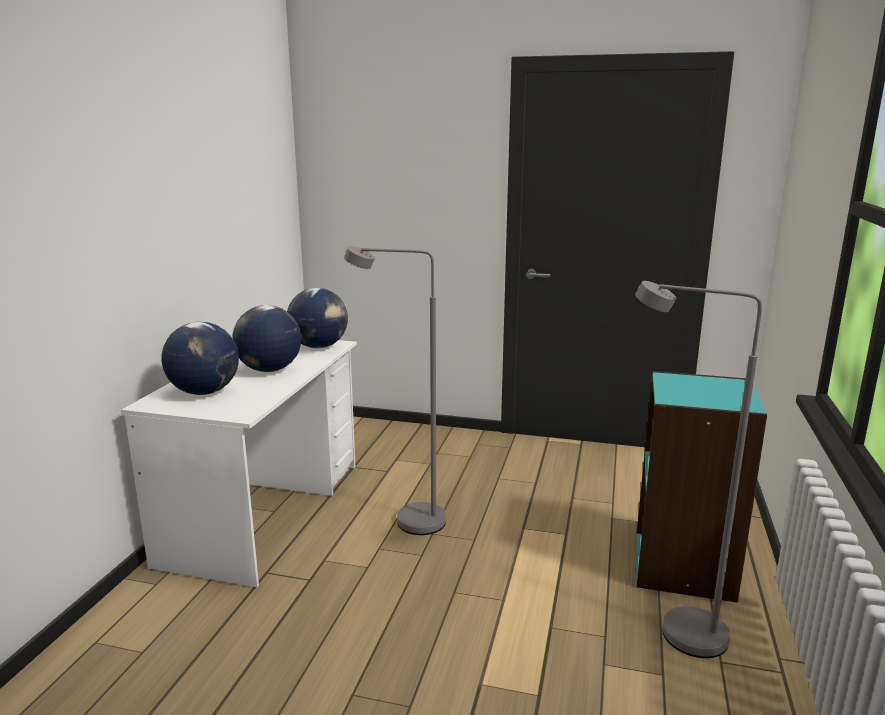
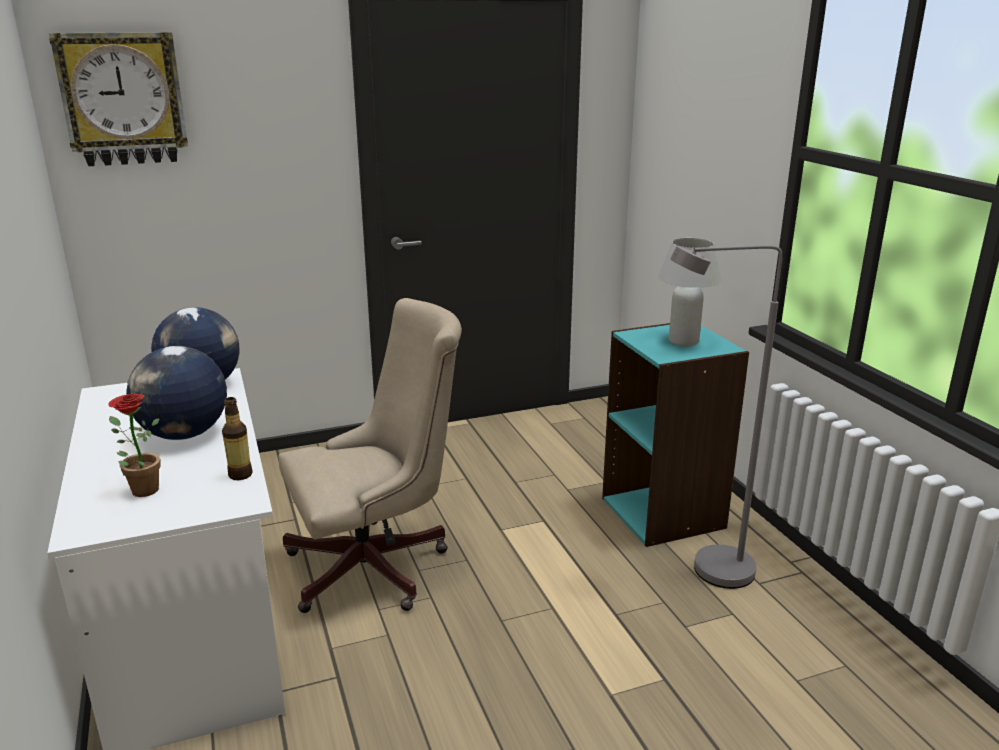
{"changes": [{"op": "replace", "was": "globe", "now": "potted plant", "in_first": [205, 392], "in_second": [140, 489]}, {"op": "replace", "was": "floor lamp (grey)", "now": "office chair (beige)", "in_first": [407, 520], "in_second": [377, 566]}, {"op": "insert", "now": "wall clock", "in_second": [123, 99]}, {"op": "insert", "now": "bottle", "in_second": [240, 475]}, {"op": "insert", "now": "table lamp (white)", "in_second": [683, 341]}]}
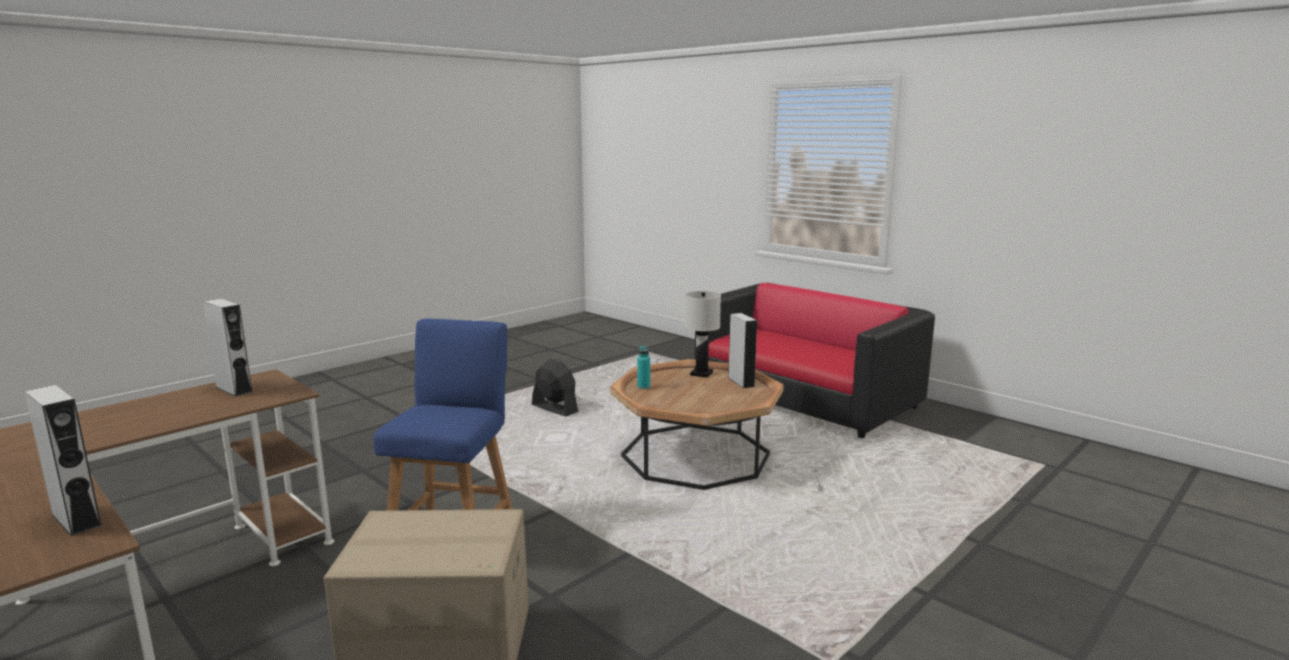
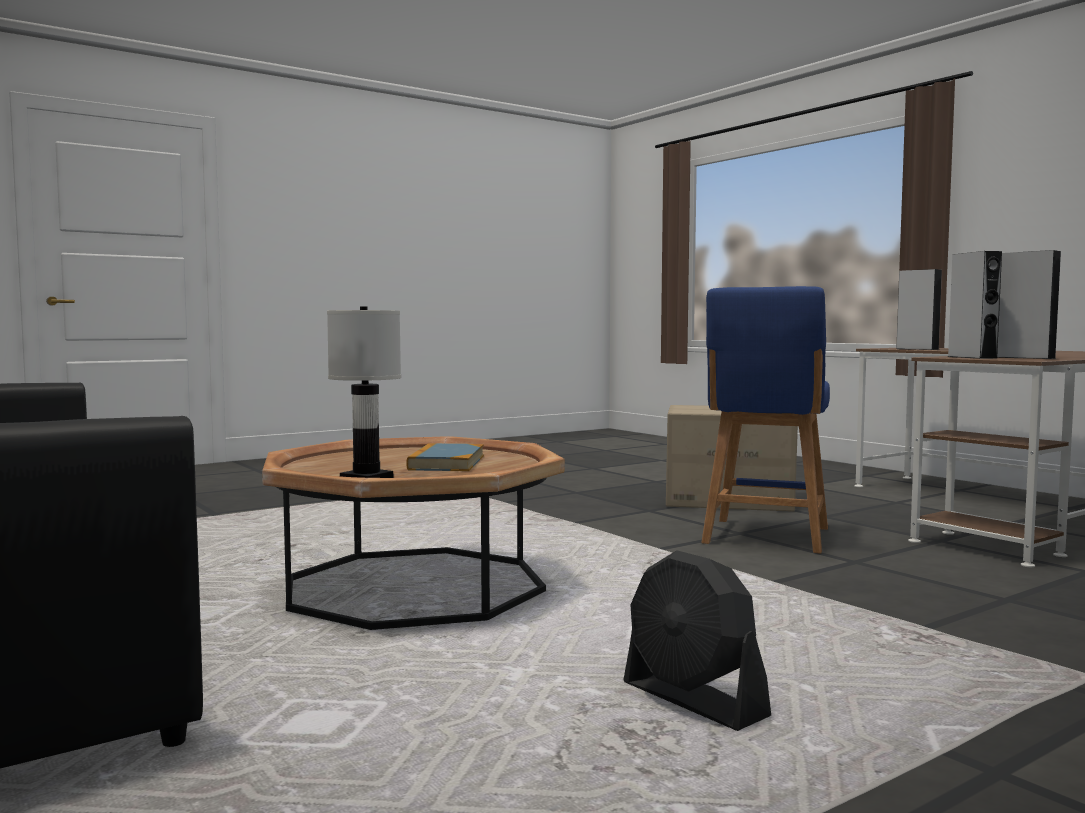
{"changes": [{"op": "delete", "was": "bottle (turquoise)", "in_first": [643, 387]}, {"op": "move", "was": "speaker (grey)", "in_first": [741, 382], "in_second": [972, 357]}, {"op": "insert", "now": "book", "in_second": [446, 462]}]}
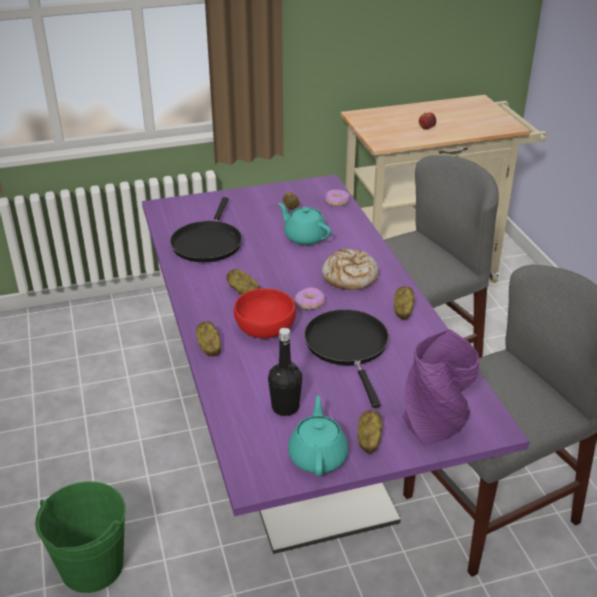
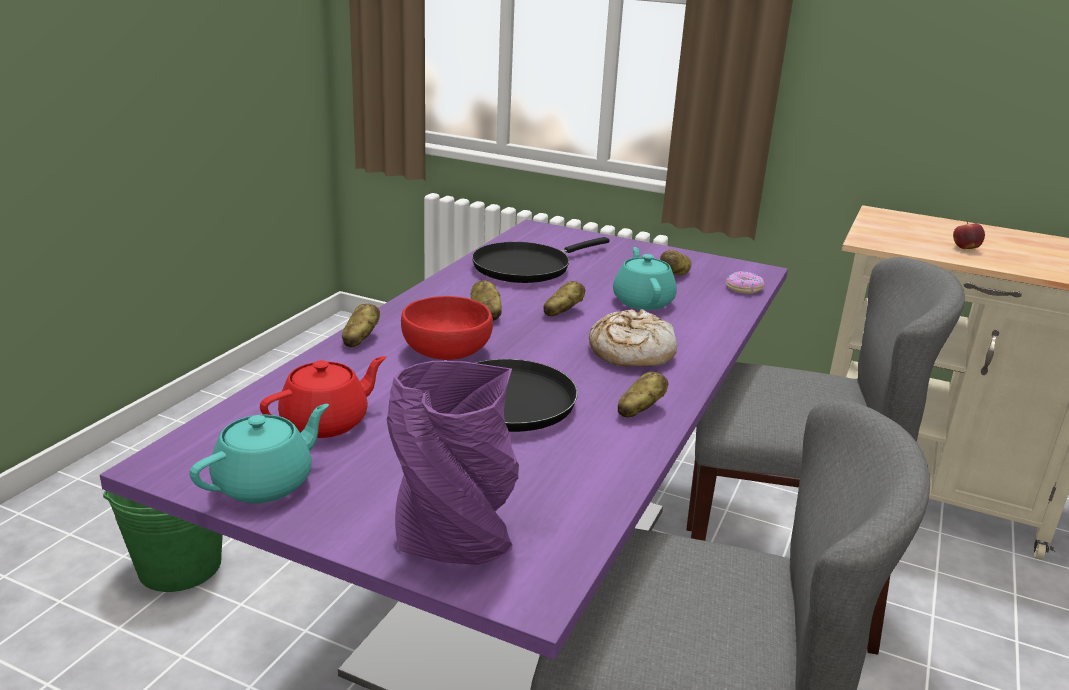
{"changes": [{"op": "replace", "was": "bottle (black)", "now": "teapot (red)", "in_first": [285, 407], "in_second": [326, 422]}, {"op": "delete", "was": "donut", "in_first": [309, 302]}, {"op": "move", "was": "potato", "in_first": [368, 440], "in_second": [562, 312]}]}
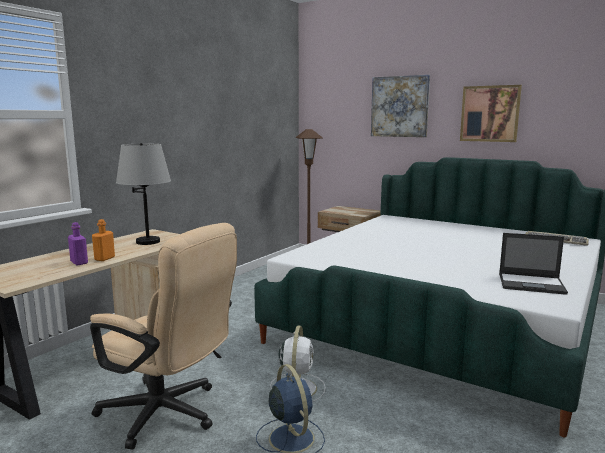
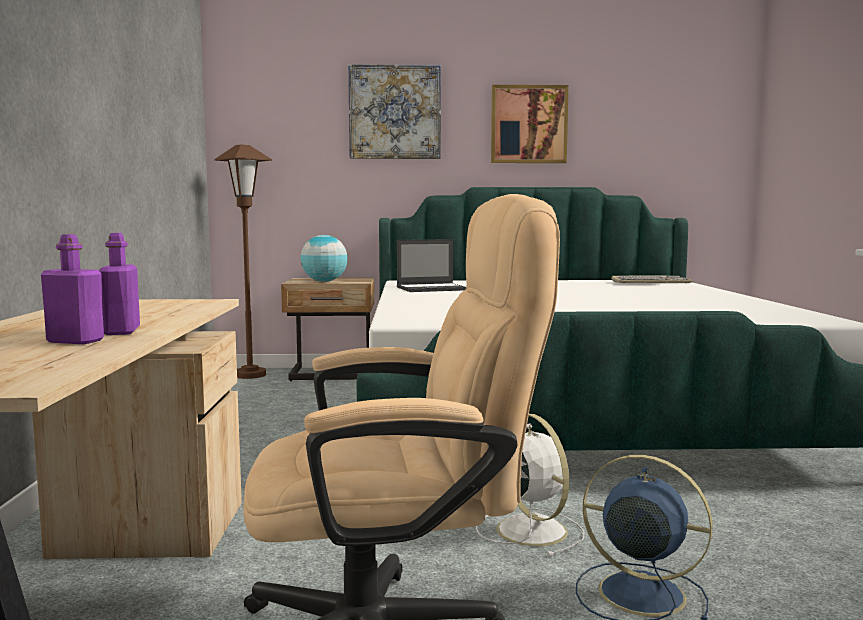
{"changes": [{"op": "recolor", "was": "bottle (orange)", "now": "bottle (purple)", "in_first": [104, 258], "in_second": [121, 331]}, {"op": "delete", "was": "table lamp (grey)", "in_first": [148, 242]}, {"op": "move", "was": "laptop", "in_first": [532, 284], "in_second": [432, 288]}, {"op": "insert", "now": "globe", "in_second": [324, 281]}]}
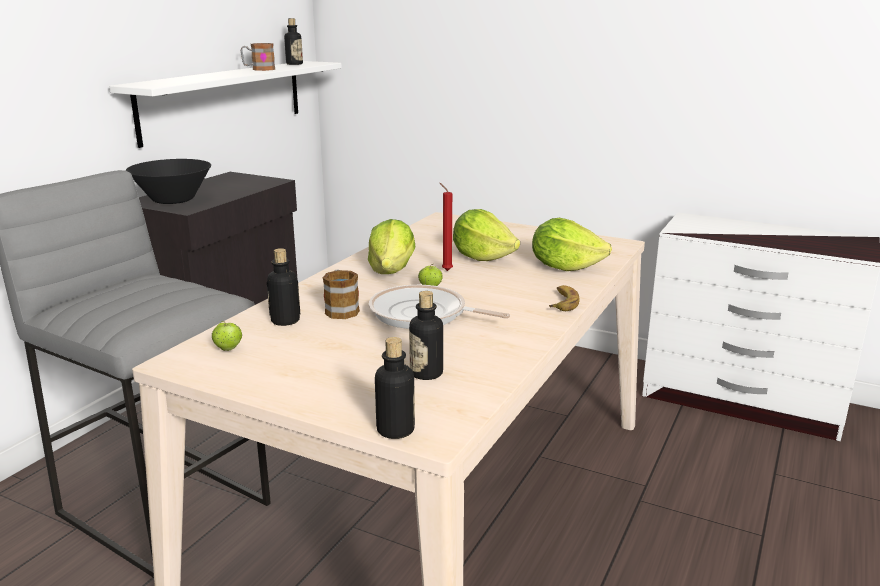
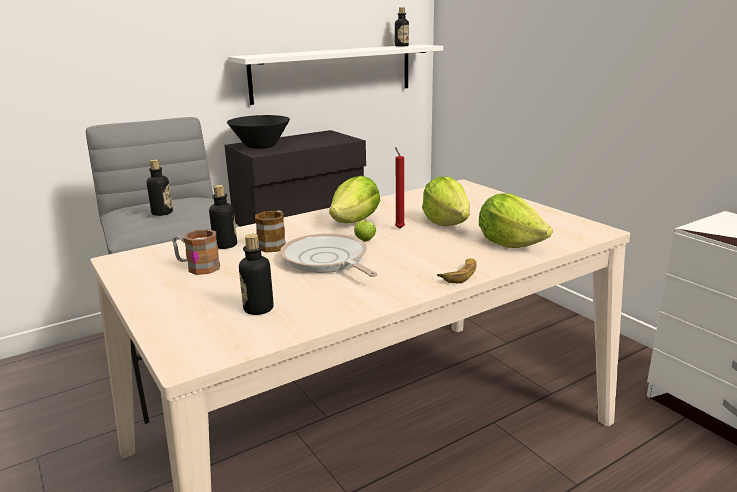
{"changes": [{"op": "delete", "was": "apple", "in_first": [228, 348]}, {"op": "move", "was": "mug", "in_first": [258, 69], "in_second": [197, 267]}, {"op": "move", "was": "bottle", "in_first": [395, 430], "in_second": [162, 213]}]}
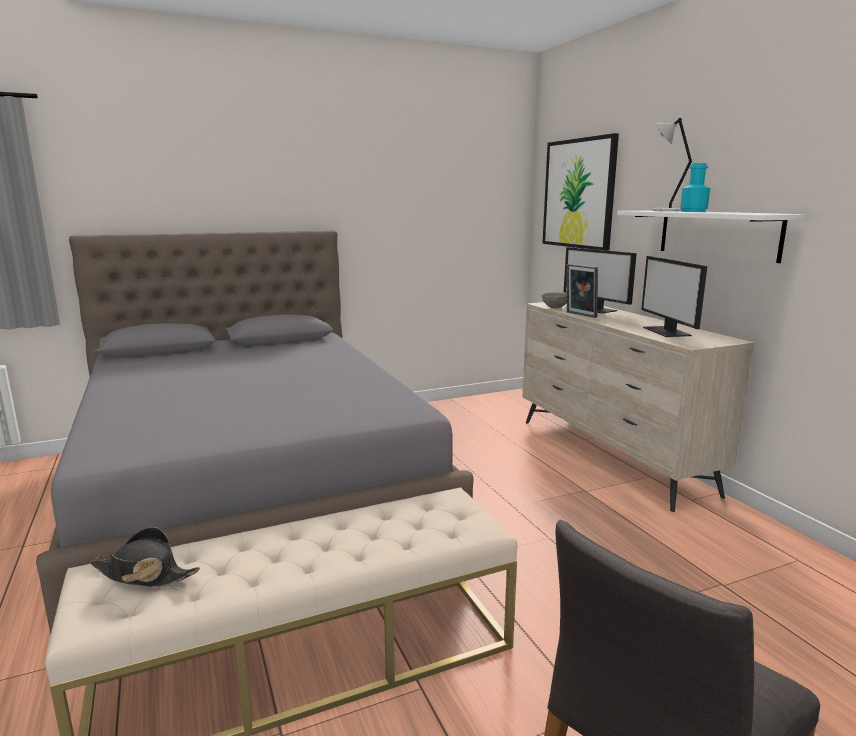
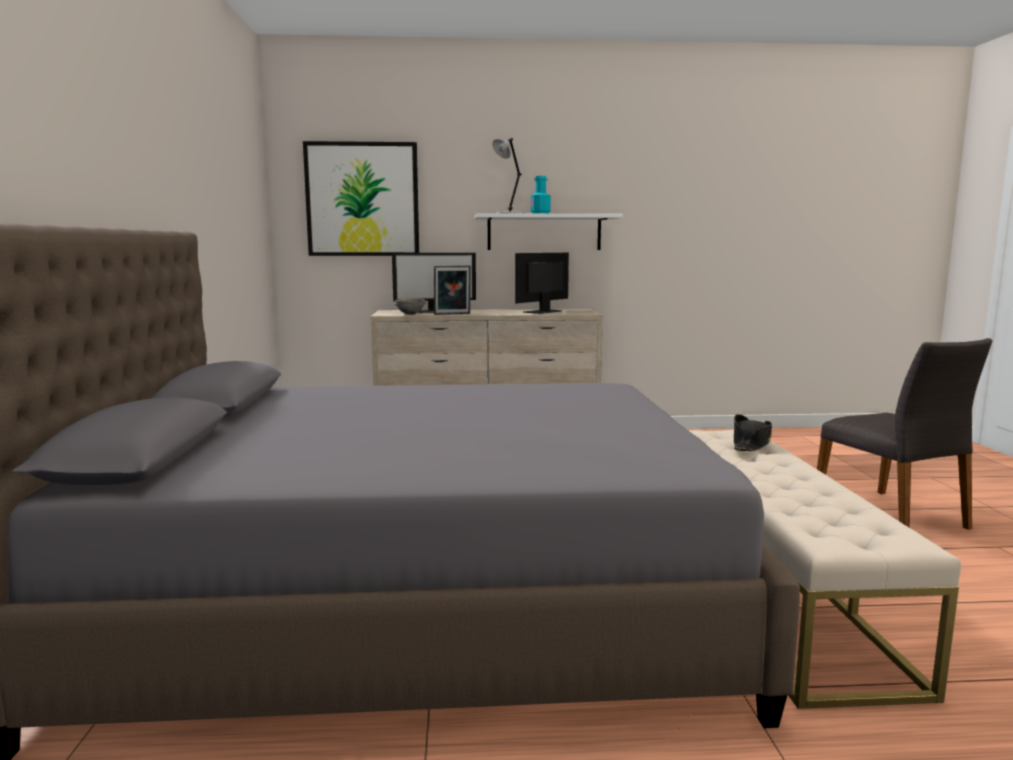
{"changes": [{"op": "move", "was": "hat (black)", "in_first": [144, 574], "in_second": [751, 444]}, {"op": "rotate", "was": "monitor", "in_first": [668, 331], "in_second": [543, 311], "clockwise": 120}]}
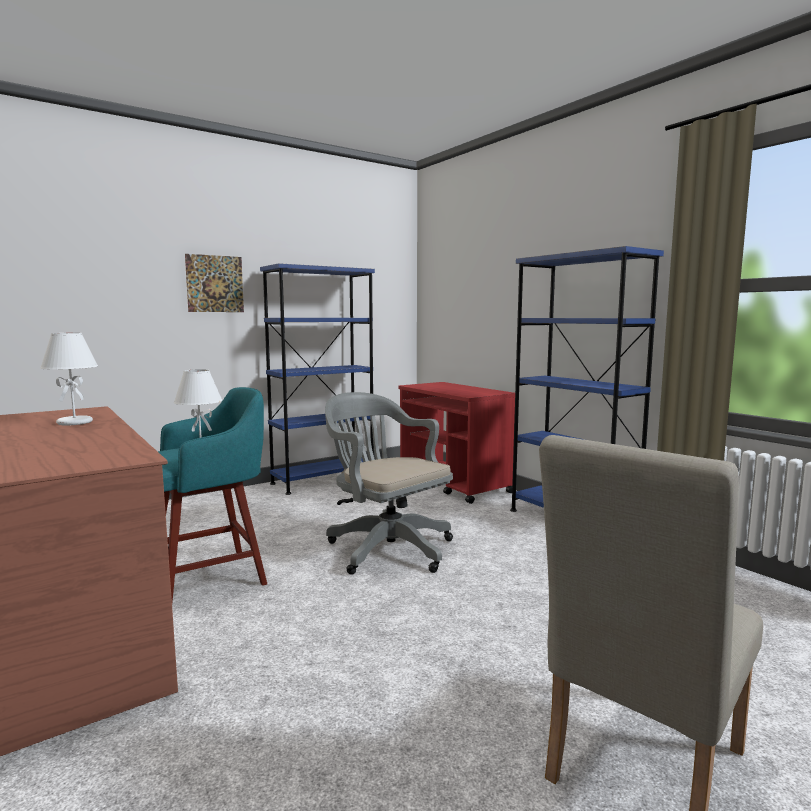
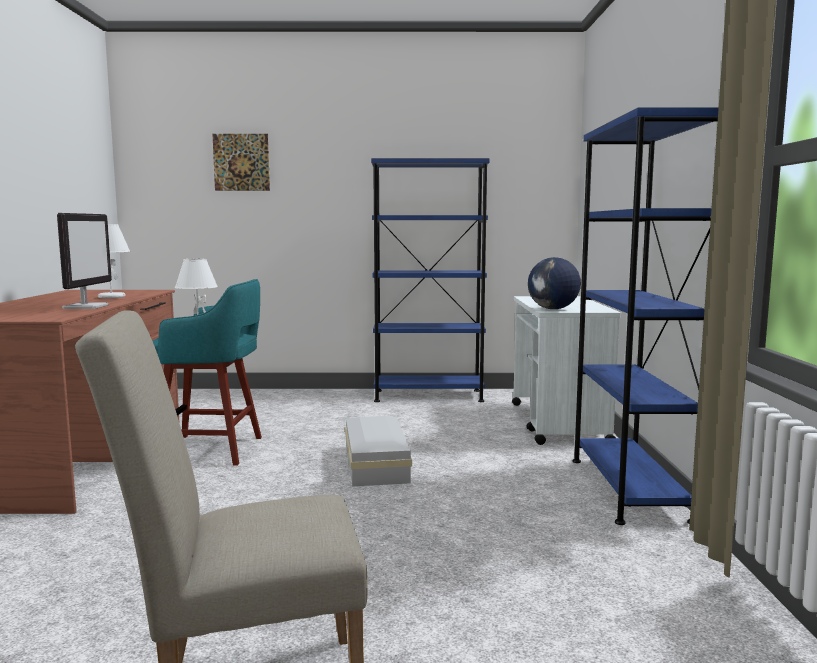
{"changes": [{"op": "move", "was": "picture", "in_first": [215, 284], "in_second": [241, 162]}, {"op": "replace", "was": "office chair (grey)", "now": "storage box (white)", "in_first": [386, 547], "in_second": [377, 463]}, {"op": "recolor", "was": "cart (red)", "now": "cart (white)", "in_first": [454, 484], "in_second": [558, 423]}, {"op": "insert", "now": "monitor", "in_second": [86, 307]}, {"op": "insert", "now": "globe", "in_second": [553, 309]}]}
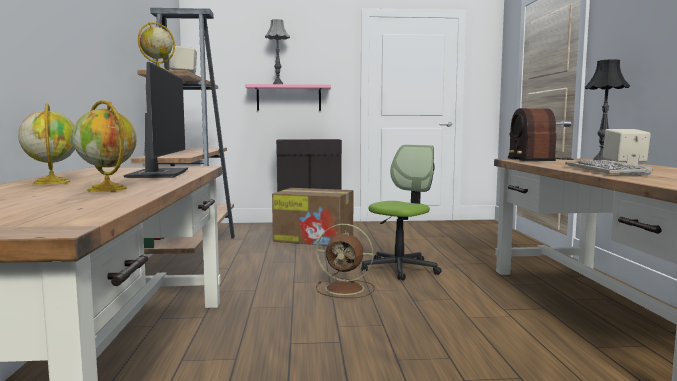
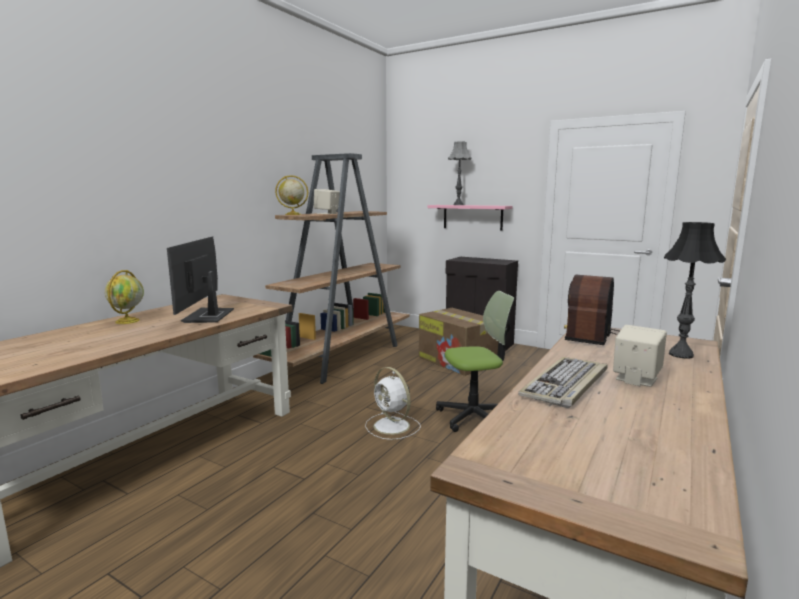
{"changes": [{"op": "delete", "was": "globe", "in_first": [108, 189]}, {"op": "rotate", "was": "monitor", "in_first": [158, 174], "in_second": [208, 316], "clockwise": 150}, {"op": "recolor", "was": "fan (brown)", "now": "fan (white)", "in_first": [346, 289], "in_second": [392, 426]}]}
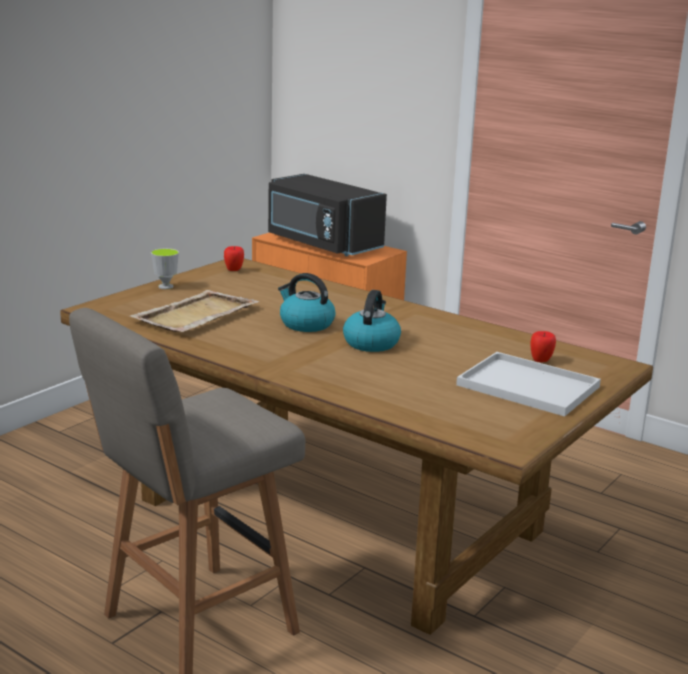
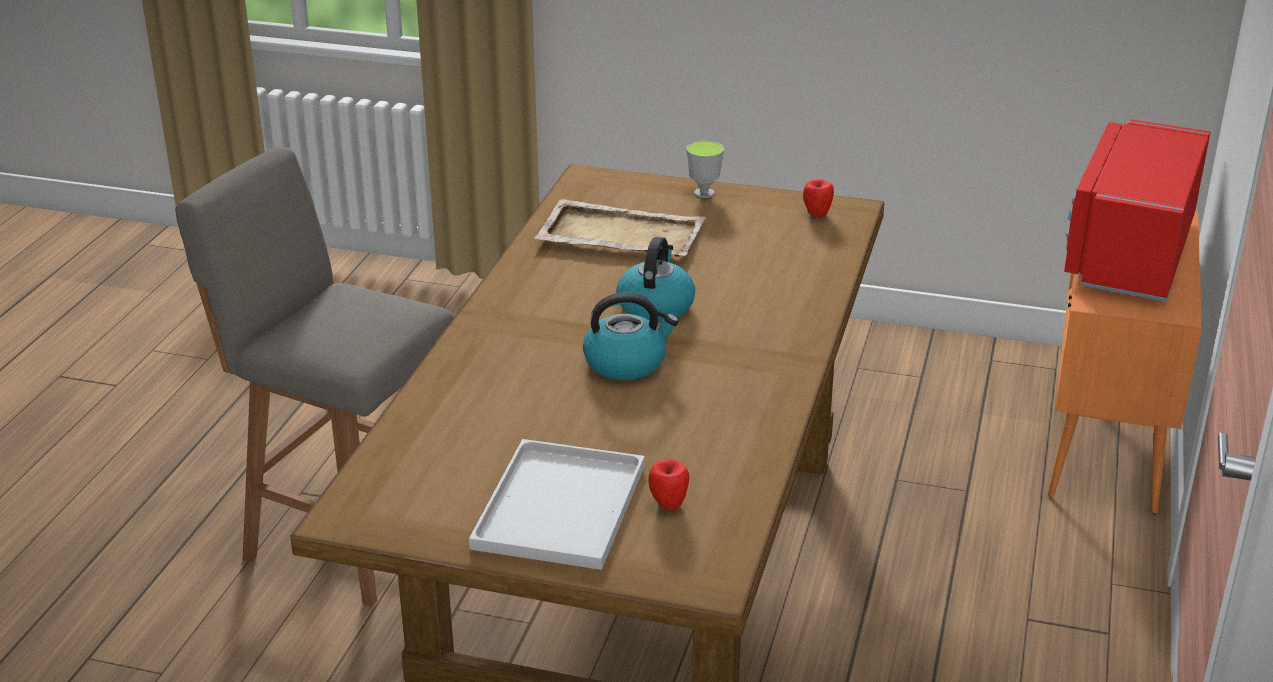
{"changes": [{"op": "recolor", "was": "microwave (black)", "now": "microwave (red)", "in_first": [321, 244], "in_second": [1127, 253]}]}
